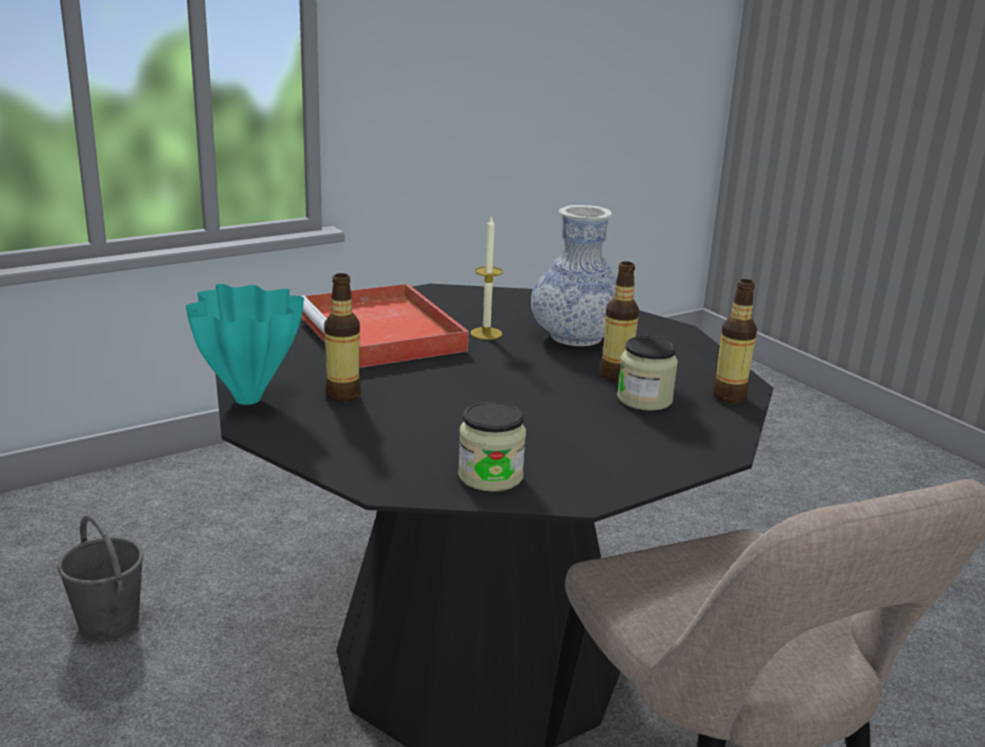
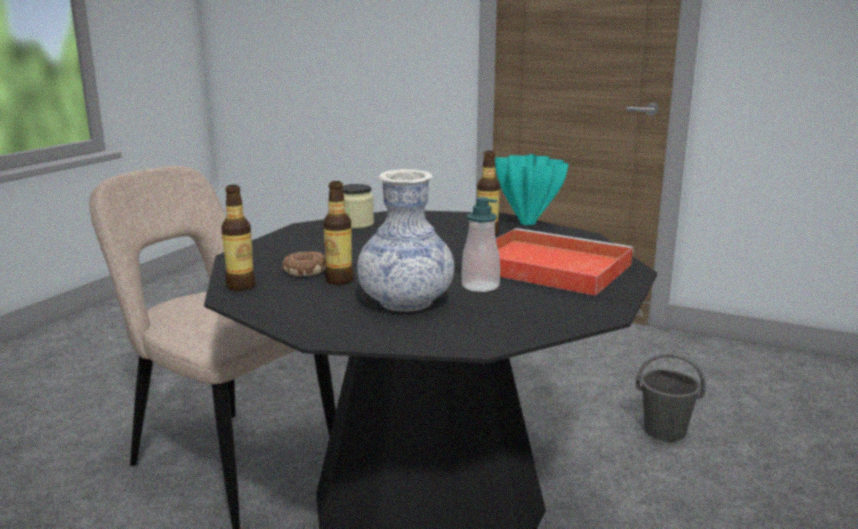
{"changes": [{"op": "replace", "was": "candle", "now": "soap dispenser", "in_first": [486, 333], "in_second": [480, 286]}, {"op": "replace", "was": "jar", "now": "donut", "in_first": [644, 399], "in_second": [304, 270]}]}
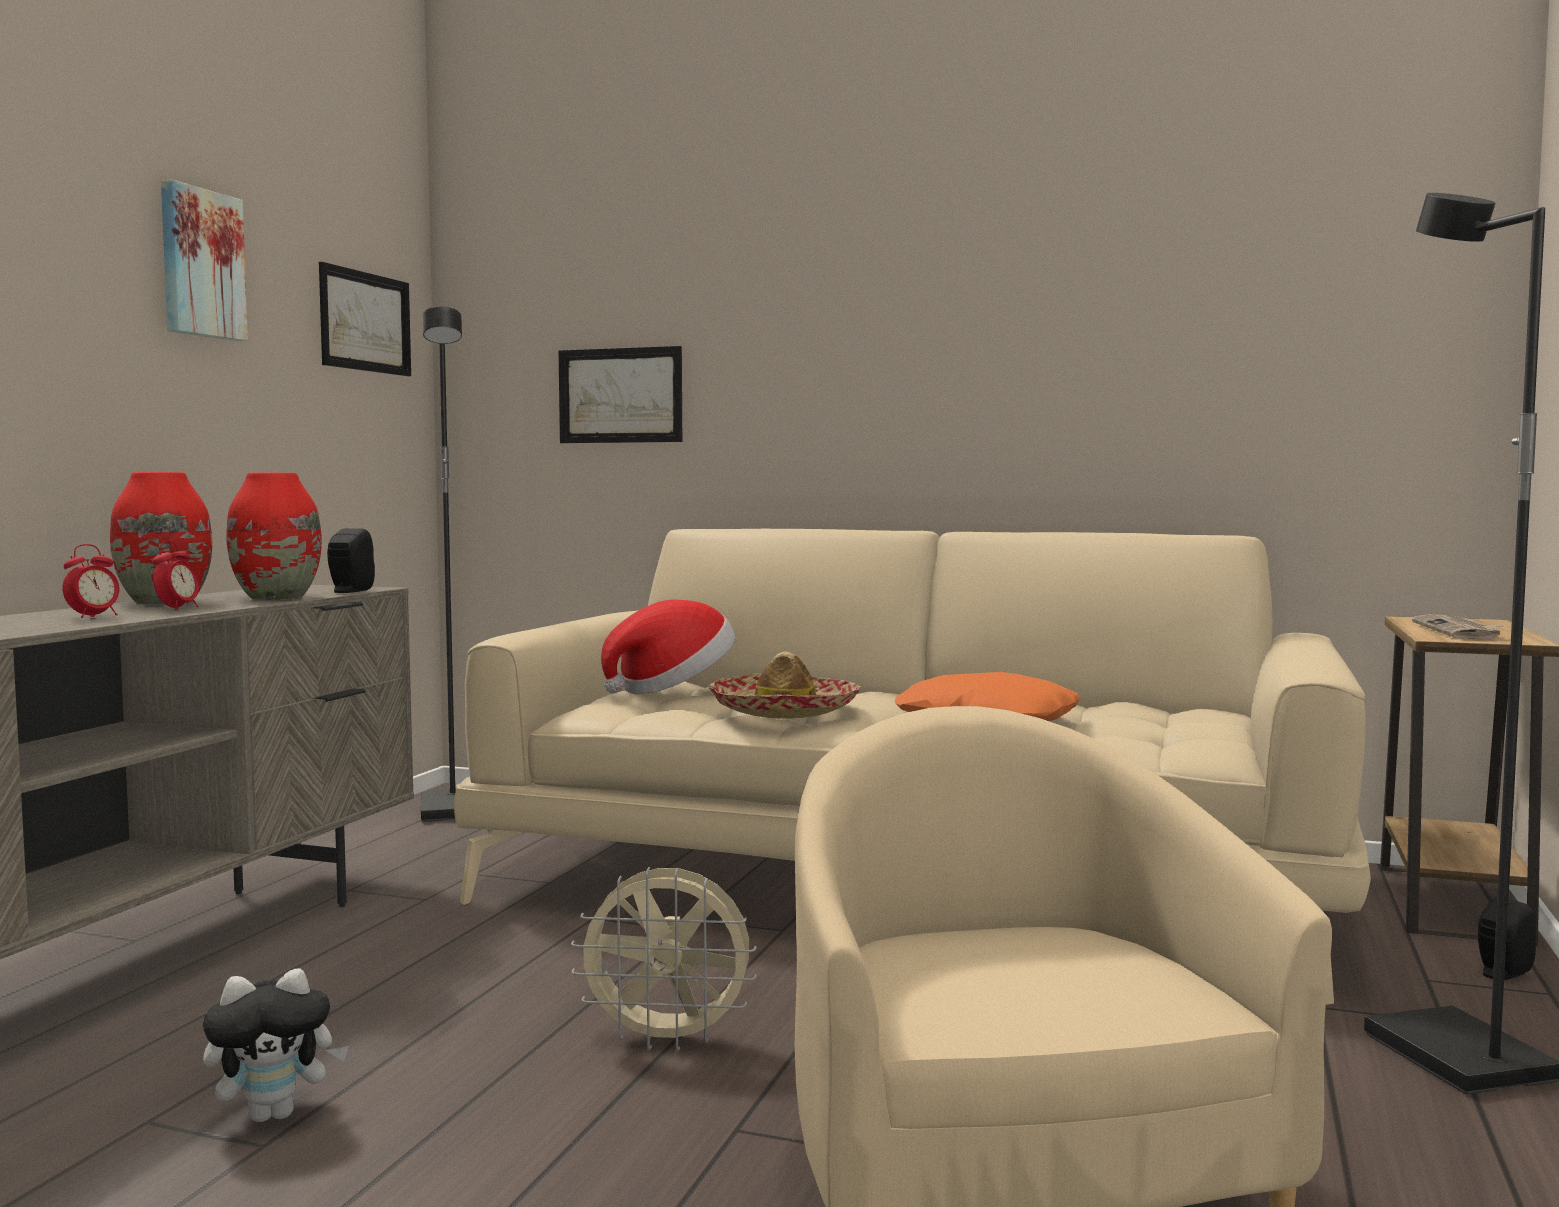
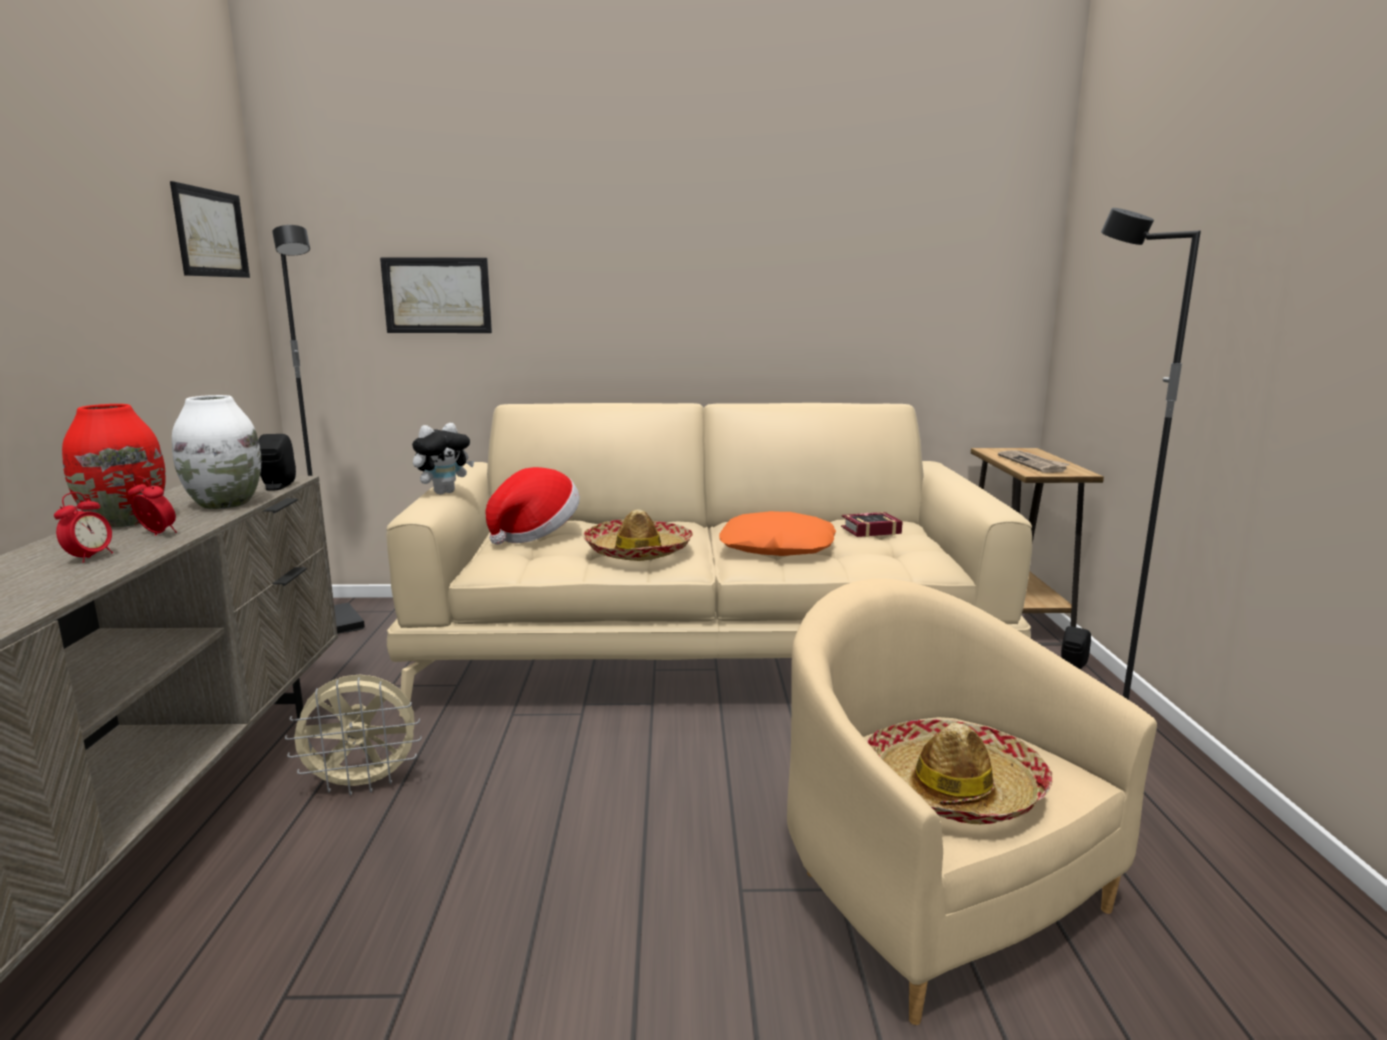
{"changes": [{"op": "rotate", "was": "alarm clock", "in_first": [177, 609], "in_second": [157, 534], "clockwise": -60}, {"op": "delete", "was": "picture", "in_first": [200, 264]}, {"op": "move", "was": "plush toy", "in_first": [275, 1114], "in_second": [444, 492]}, {"op": "recolor", "was": "vase (red)", "now": "vase (white)", "in_first": [276, 597], "in_second": [225, 504]}, {"op": "move", "was": "fan (beige)", "in_first": [668, 1040], "in_second": [363, 784]}, {"op": "insert", "now": "book", "in_second": [868, 530]}, {"op": "insert", "now": "hat", "in_second": [954, 787]}]}
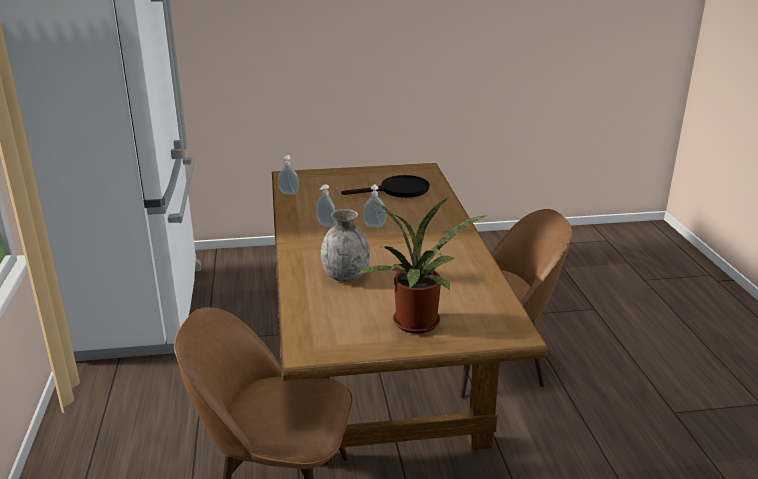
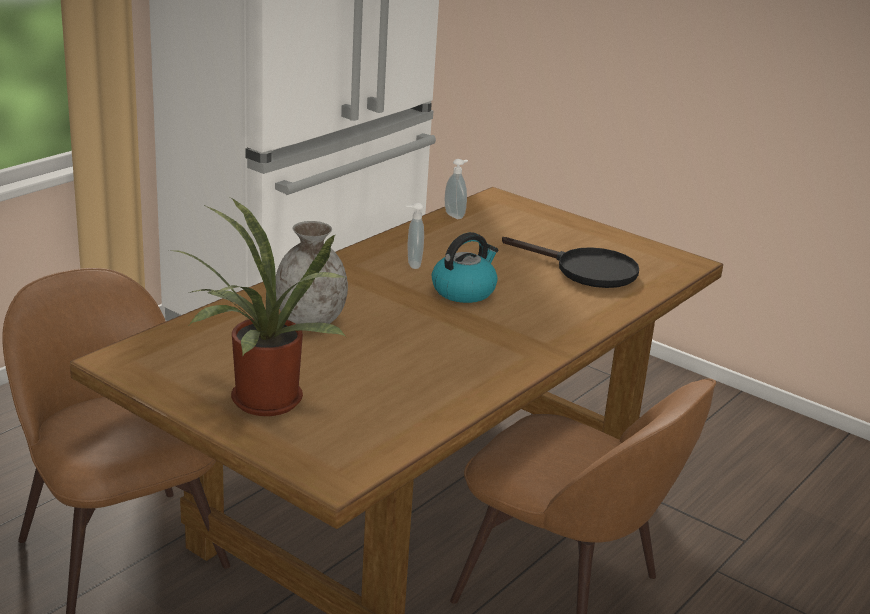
{"changes": [{"op": "replace", "was": "soap dispenser", "now": "kettle", "in_first": [374, 225], "in_second": [464, 291]}]}
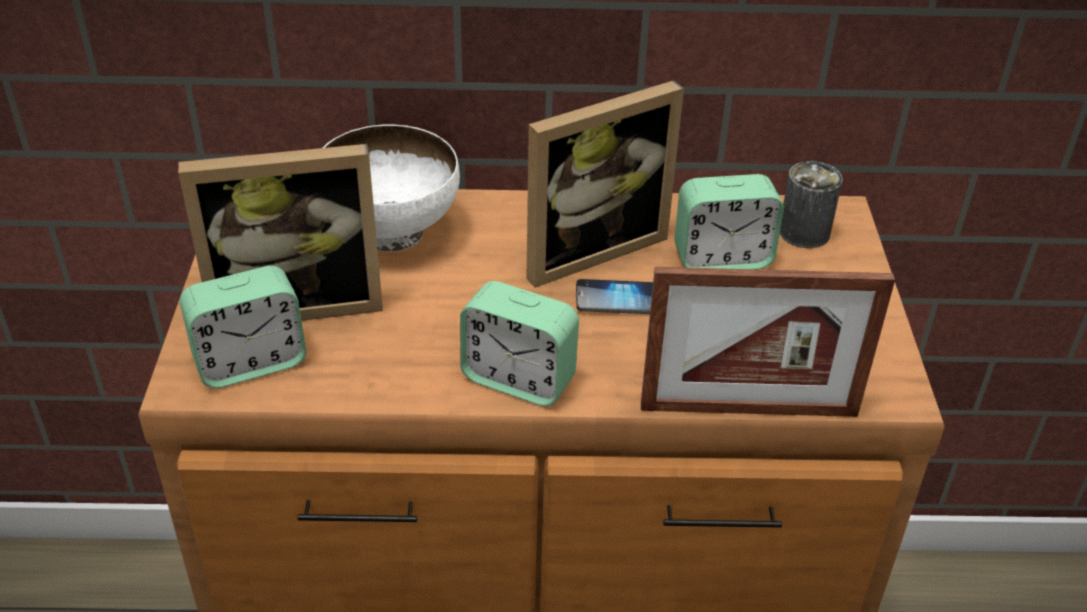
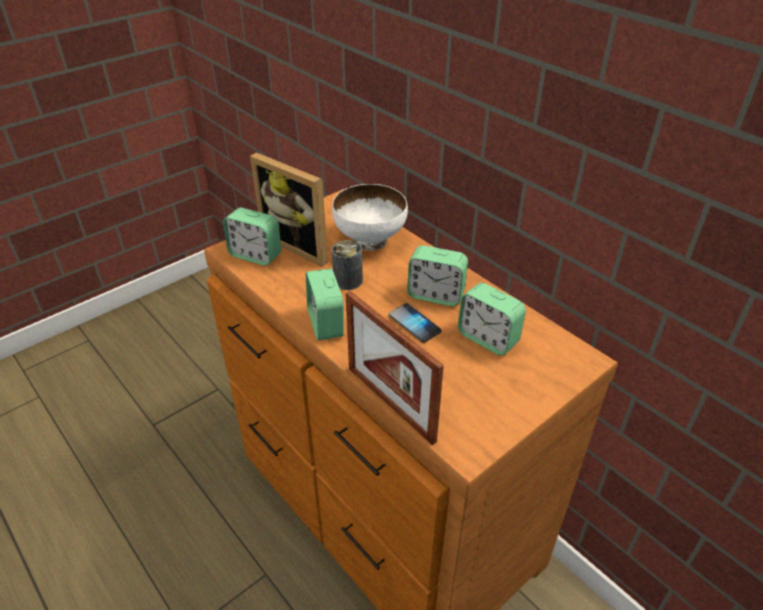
{"changes": [{"op": "replace", "was": "picture frame", "now": "alarm clock", "in_first": [588, 248], "in_second": [436, 295]}, {"op": "move", "was": "can", "in_first": [804, 232], "in_second": [348, 280]}]}
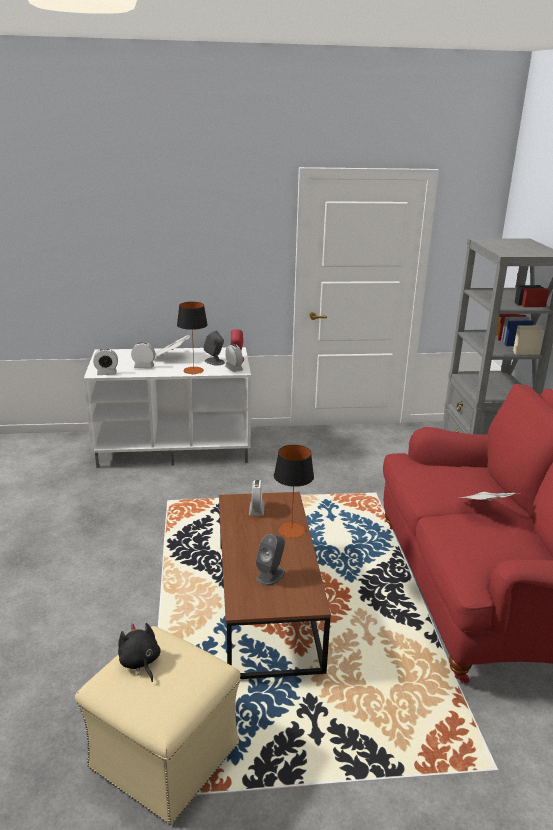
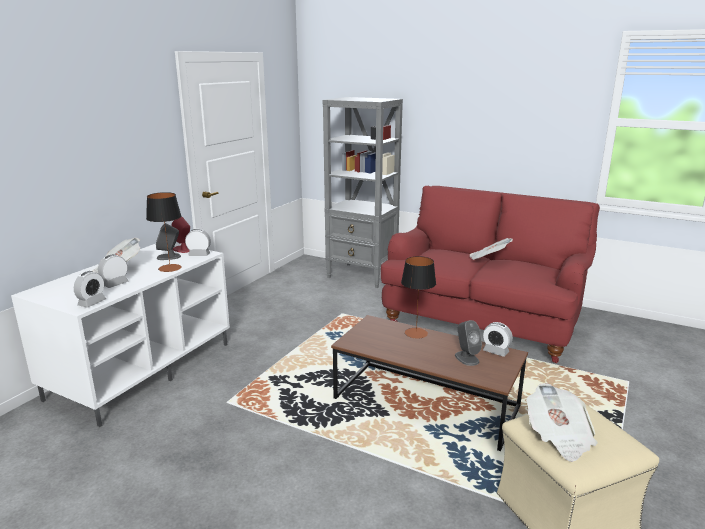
{"changes": [{"op": "replace", "was": "plush toy (black)", "now": "newspaper", "in_first": [140, 662], "in_second": [558, 437]}, {"op": "move", "was": "alarm clock", "in_first": [256, 510], "in_second": [496, 351]}]}
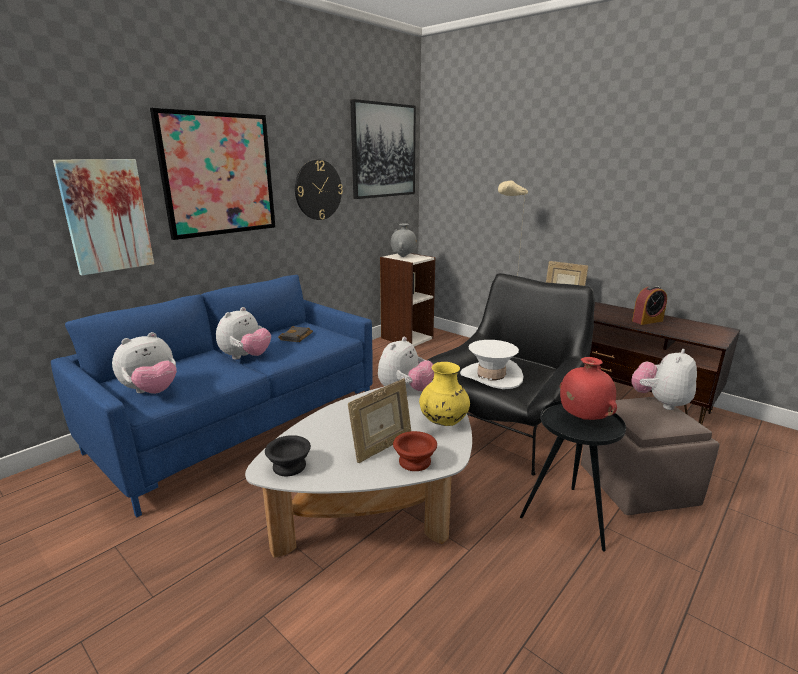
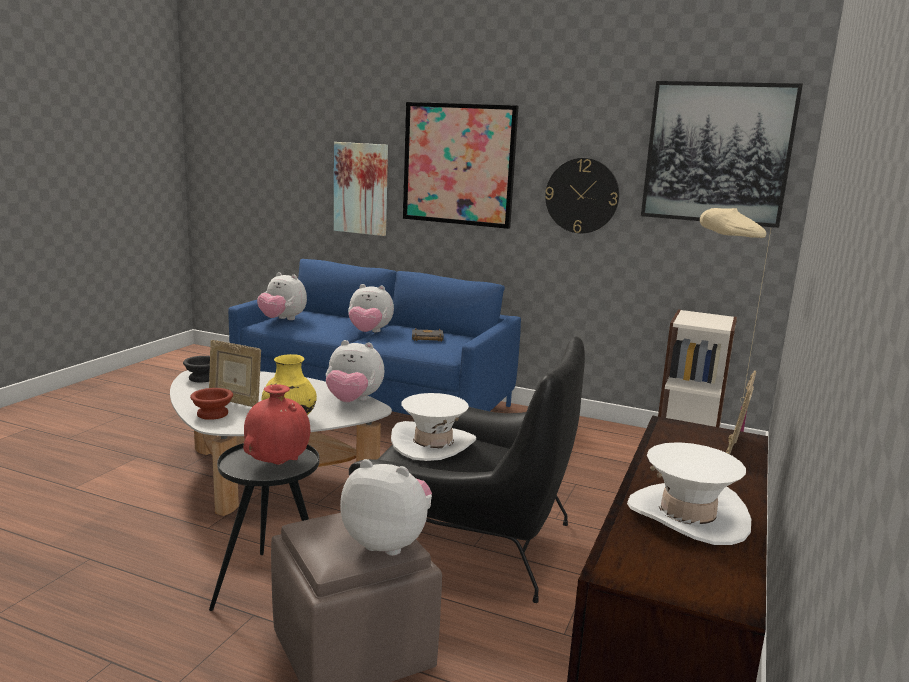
{"changes": [{"op": "delete", "was": "vase (grey)", "in_first": [403, 257]}, {"op": "replace", "was": "alarm clock", "now": "hat (white)", "in_first": [647, 321], "in_second": [687, 515]}]}
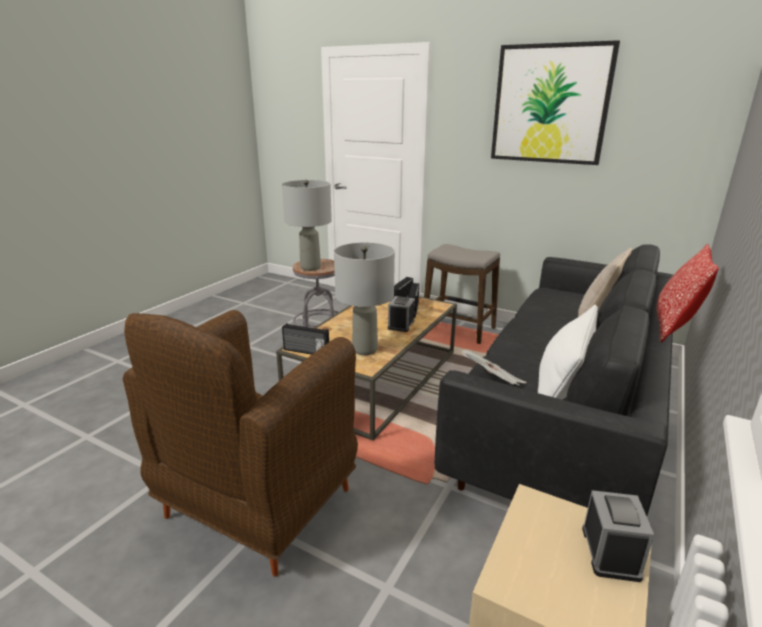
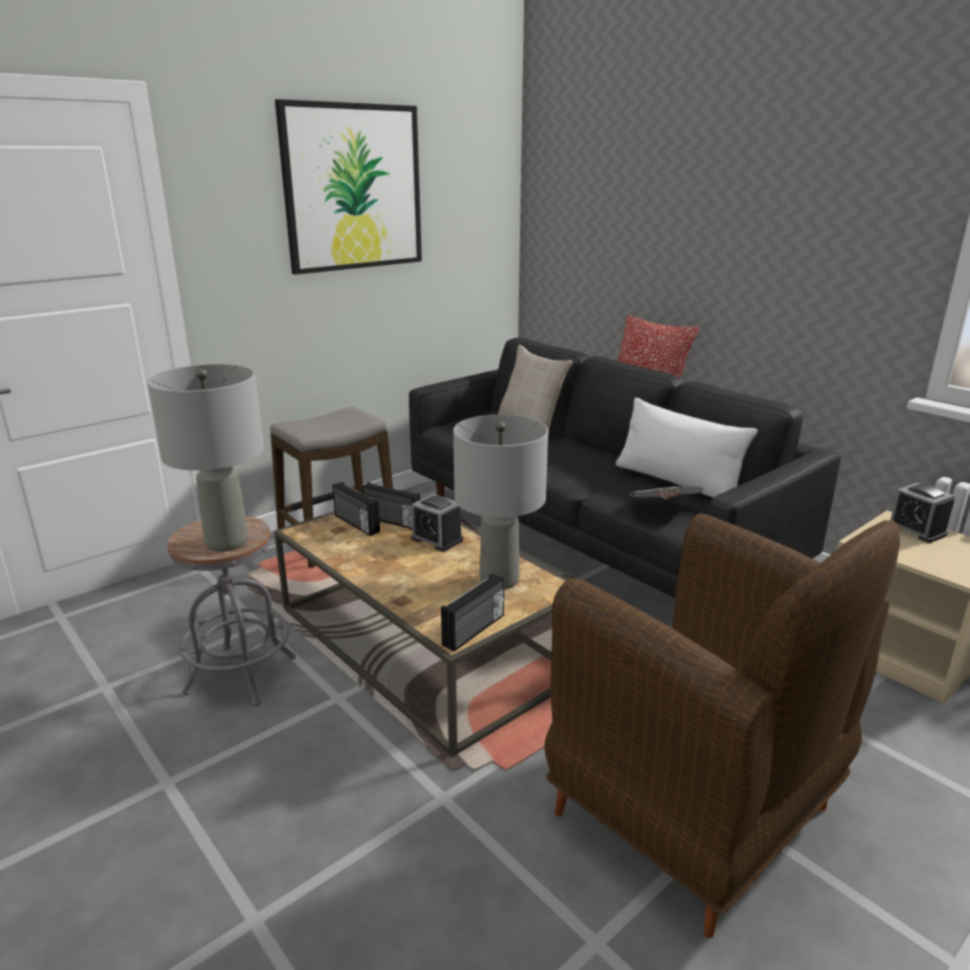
{"changes": [{"op": "rotate", "was": "alarm clock", "in_first": [610, 552], "in_second": [916, 530], "clockwise": -150}]}
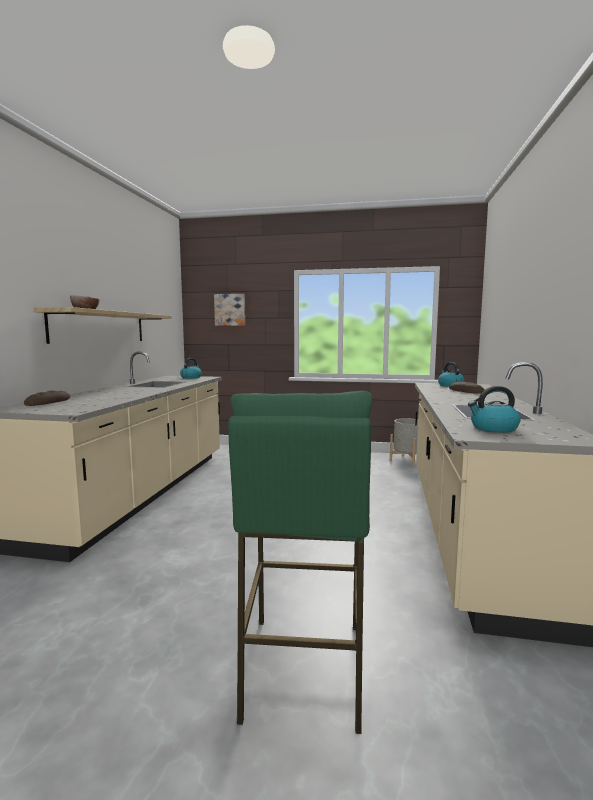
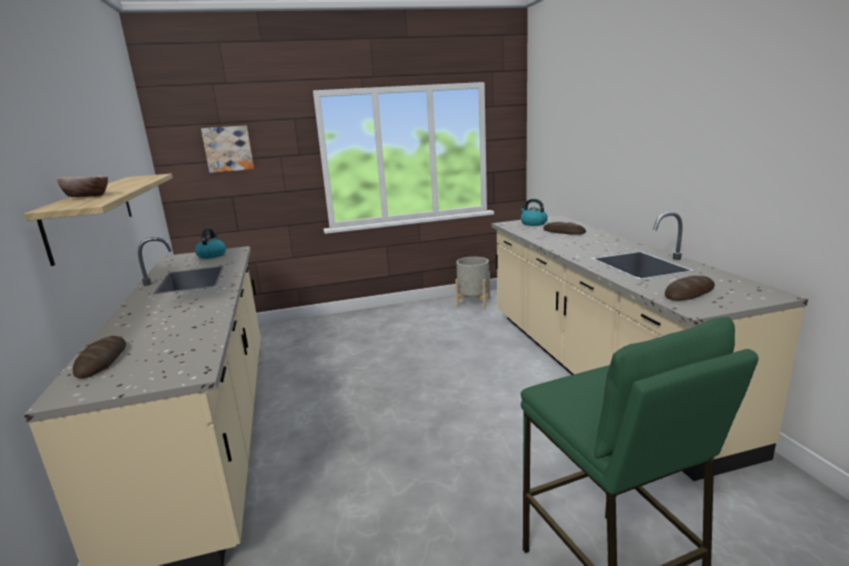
{"changes": [{"op": "replace", "was": "kettle", "now": "bread", "in_first": [493, 428], "in_second": [689, 293]}]}
